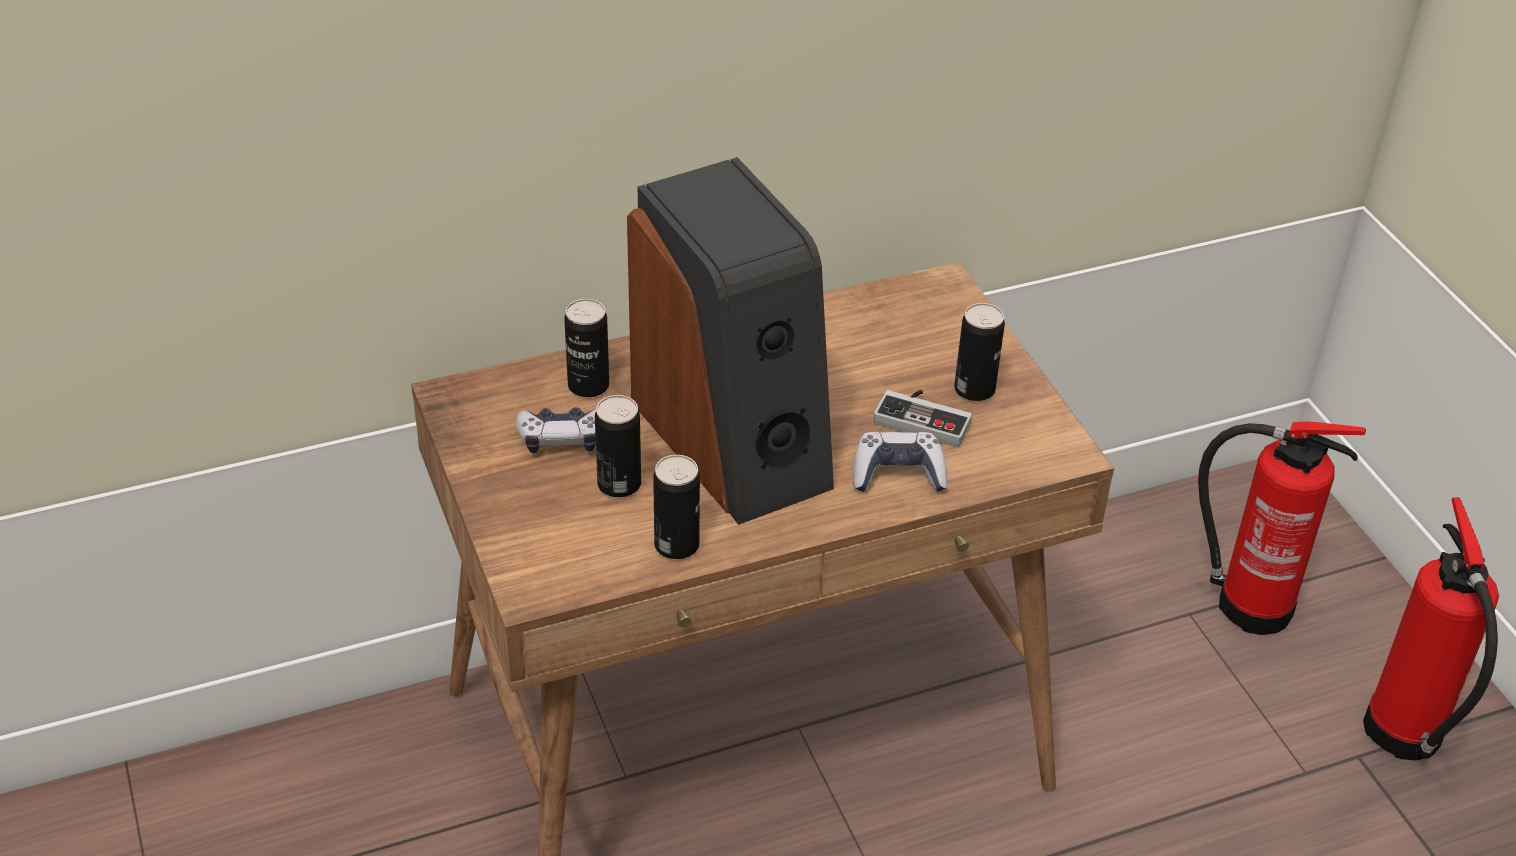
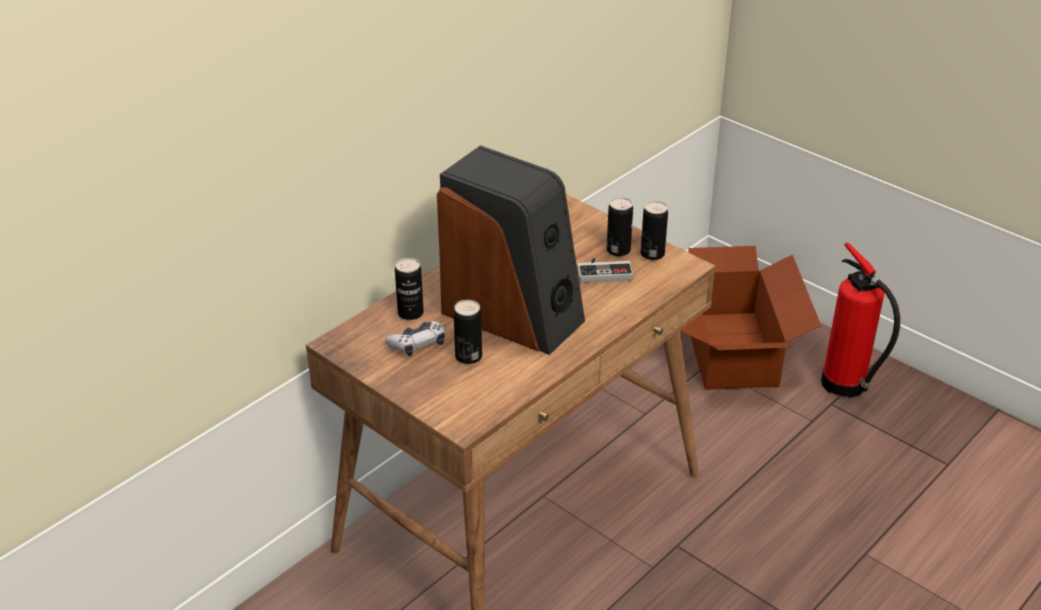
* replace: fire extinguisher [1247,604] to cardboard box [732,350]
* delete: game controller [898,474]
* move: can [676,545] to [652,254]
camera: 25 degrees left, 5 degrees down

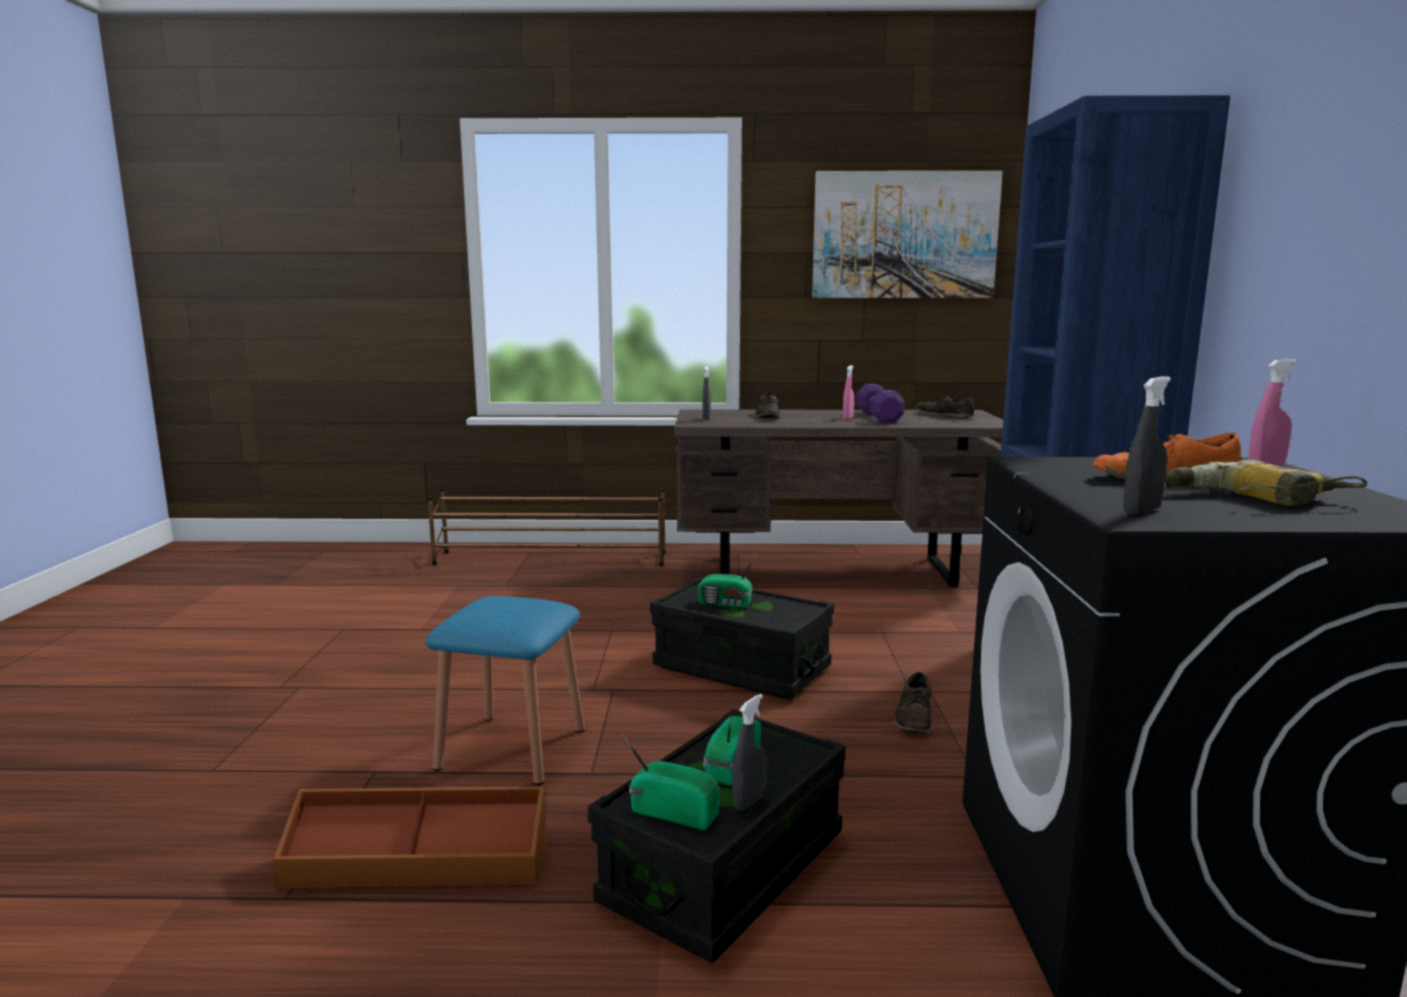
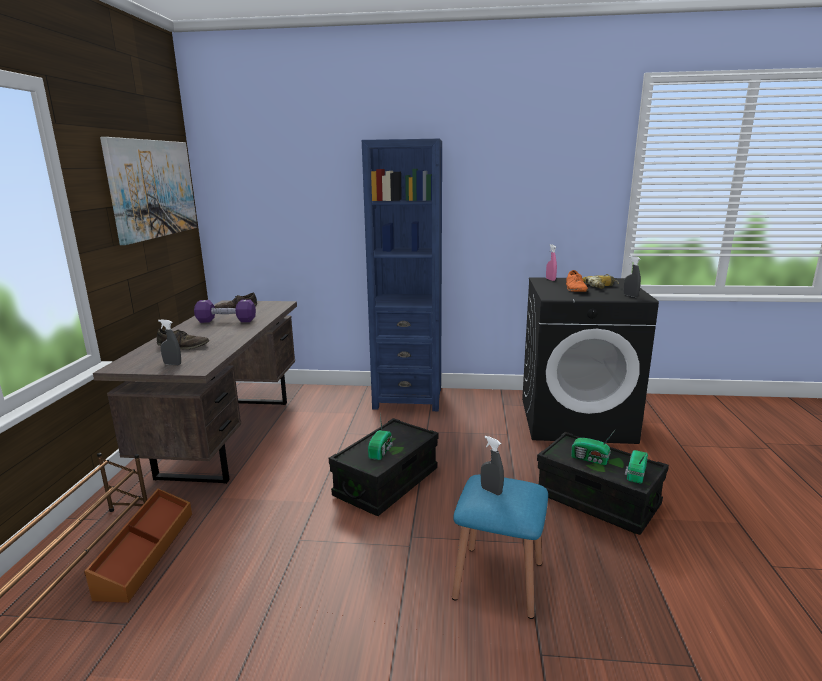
* delete: spray bottle (pink) [848,418]
* delete: shoe (brown) [914,717]
* move: spray bottle (grey) [749,802] to [491,491]
* move: storage box (brown) [418,862] to [145,553]
camera: 85 degrees left, 5 degrees up

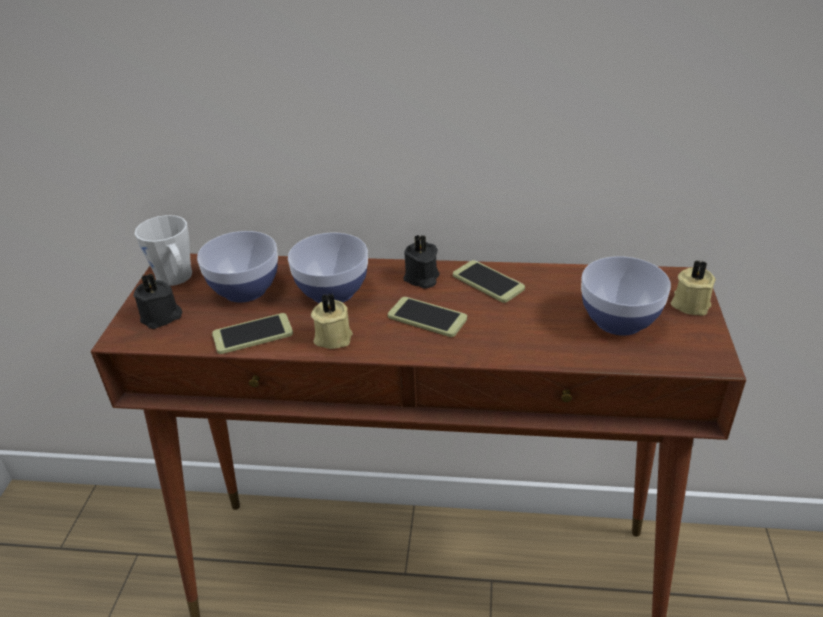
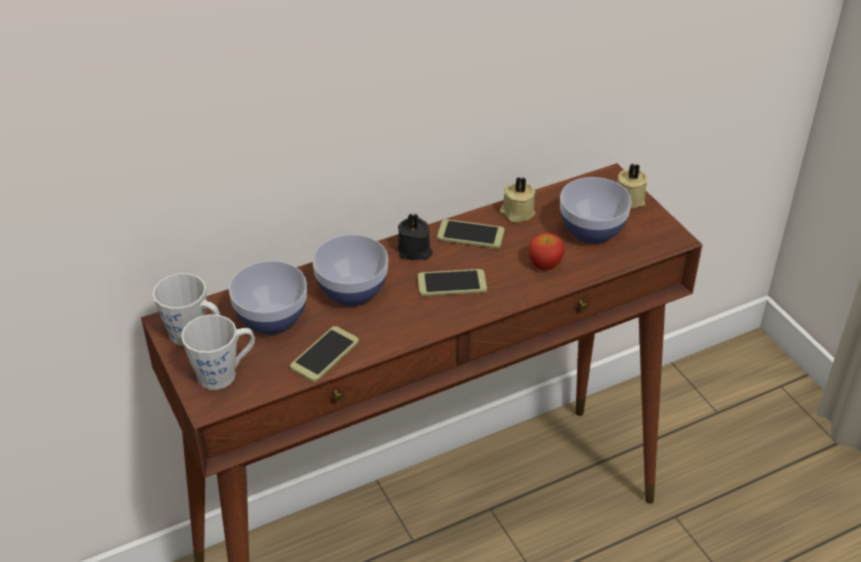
* replace: candle (black) [162,317] to mug (grey) [224,373]
* move: candle (beige) [332,337] to [517,212]
* insert: apple [545,264]
camera: 35 degrees left, 5 degrees up

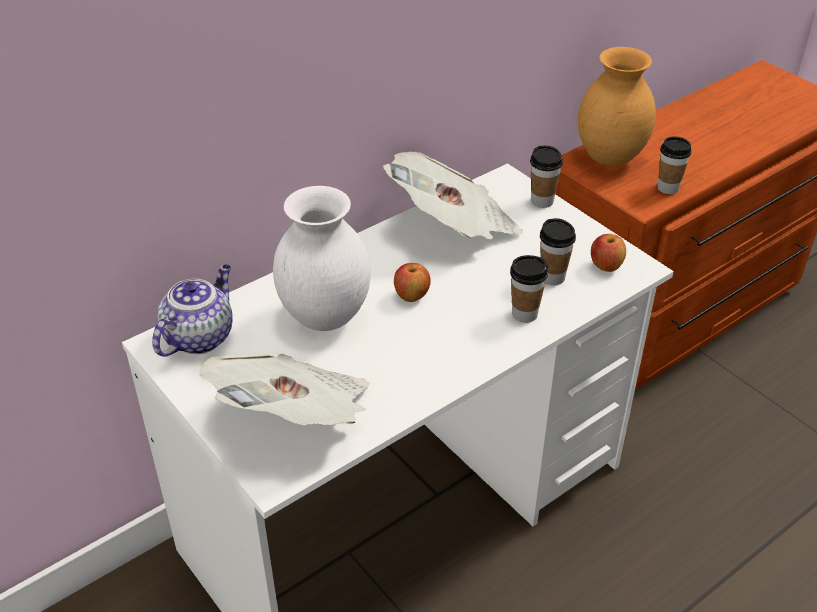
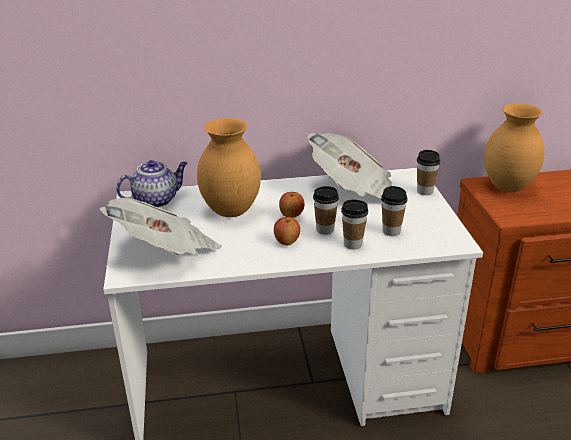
* move: cup [668,188] to [325,229]
* recolor: vase (white) [326,317] to vase (brown) [232,211]
* move: apple [605,266] to [286,242]
camera: 30 degrees right, 10 degrees down

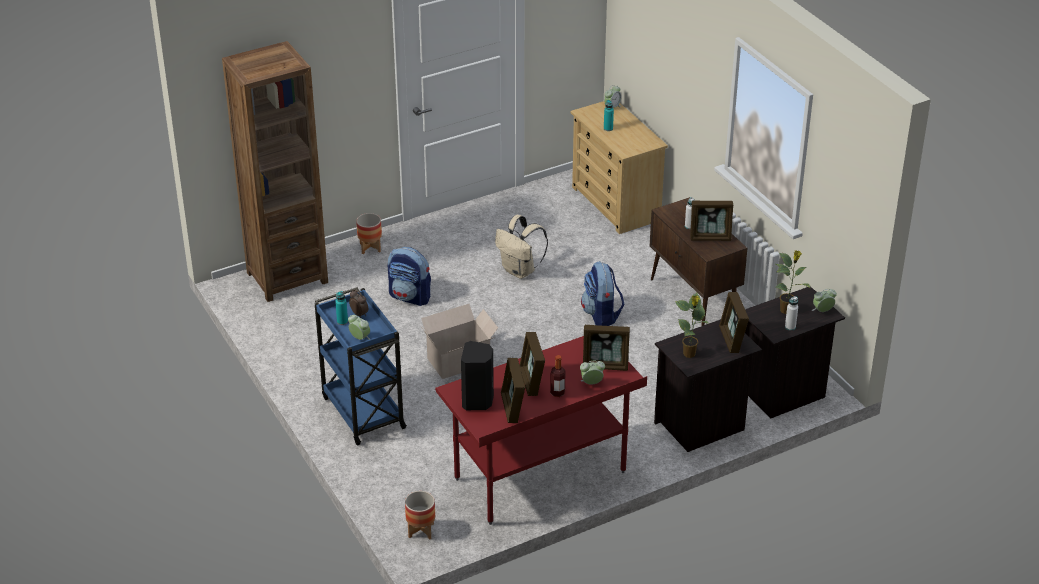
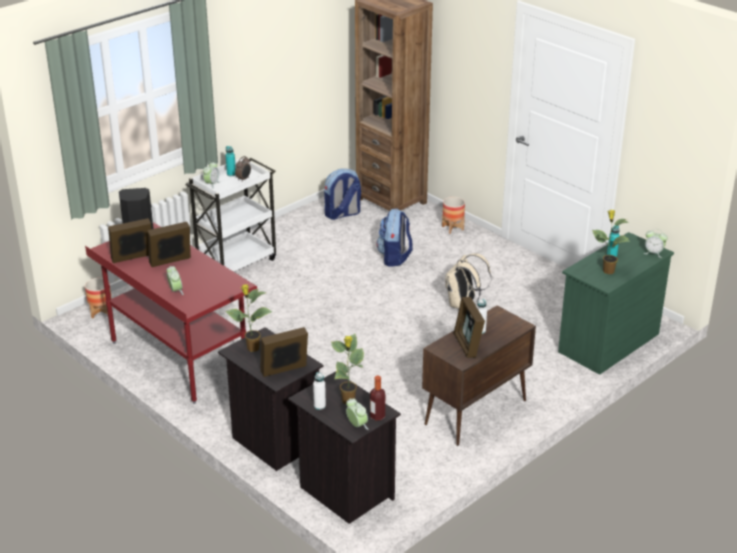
* recolor: dresser (beige) [616,204] to dresser (green) [608,343]
* move: backpack [601,315] to [342,214]
* recolor: cart (blue) [362,411] to cart (white) [236,262]
* delete: cardboard box [460,361]
* delete: picture frame [605,365]
* move: bottle [557,393] to [377,416]
* insert: potted plant [607,271]
camera: 75 degrees right, 5 degrees down

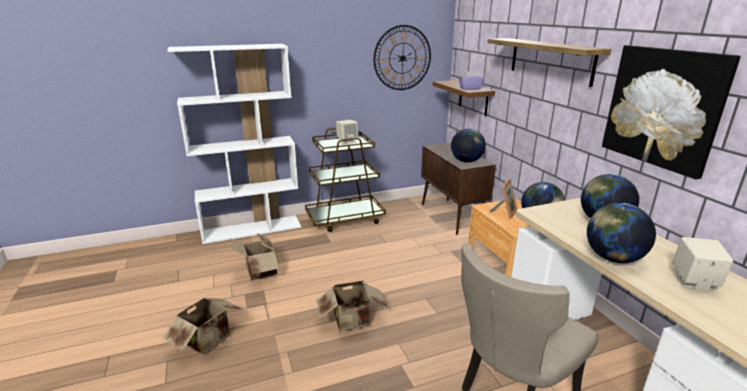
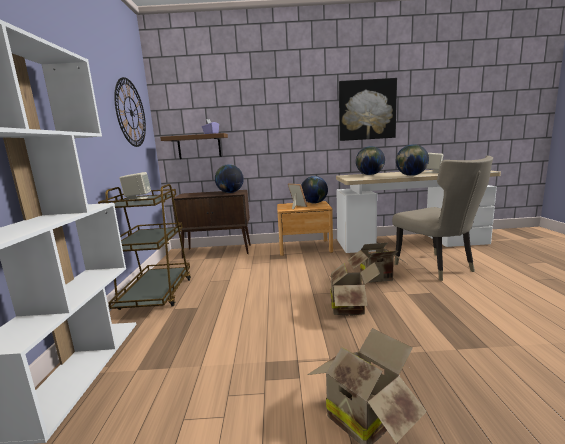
* delete: shelf [550,60]
* move: cardboard box [259,272] to [378,278]
camera: 70 degrees left, 10 degrees down

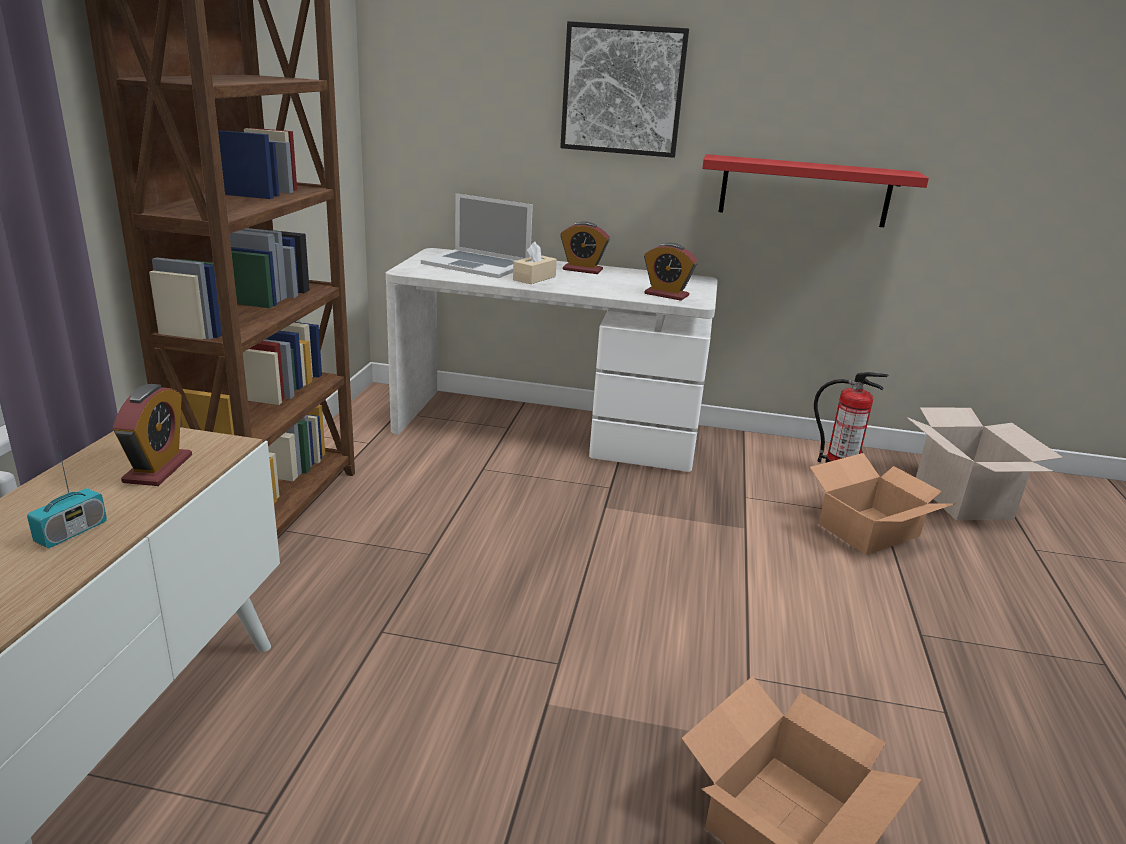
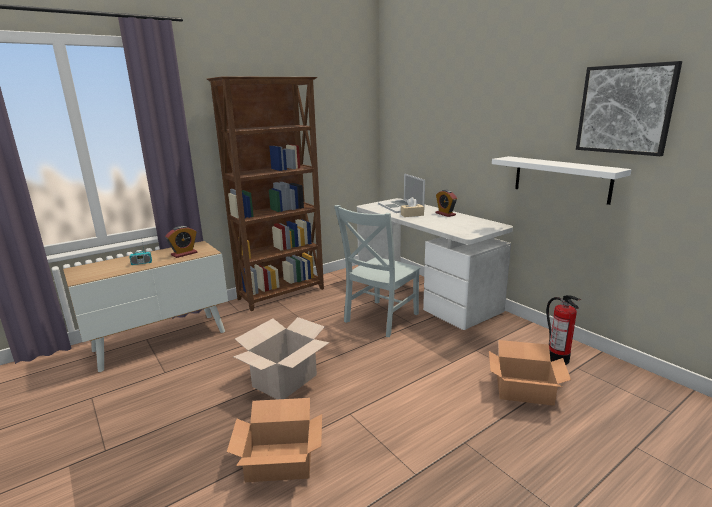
* move: picture [623,90] to [625,109]
* recolor: shelf (red) [804,191] to shelf (white) [561,179]
* delete: alarm clock [666,295]
* move: cardboard box [961,499] to [284,380]
* insert: chair (grey) [379,319]
camera: 45 degrees right, 5 degrees down

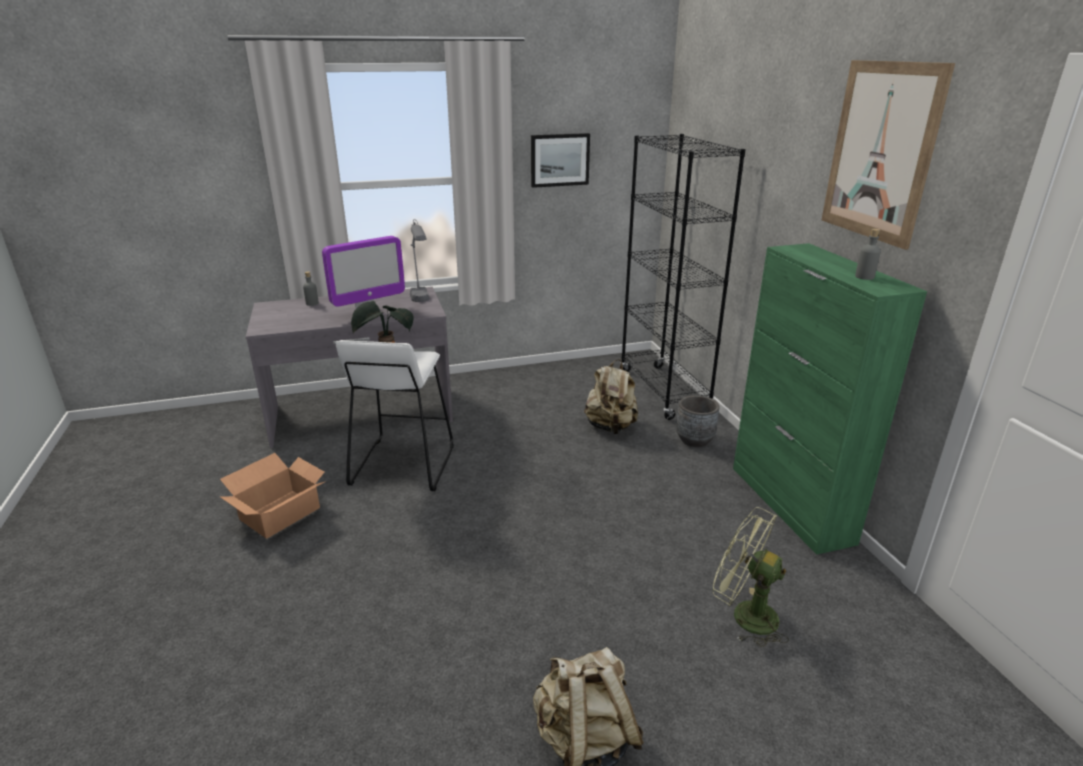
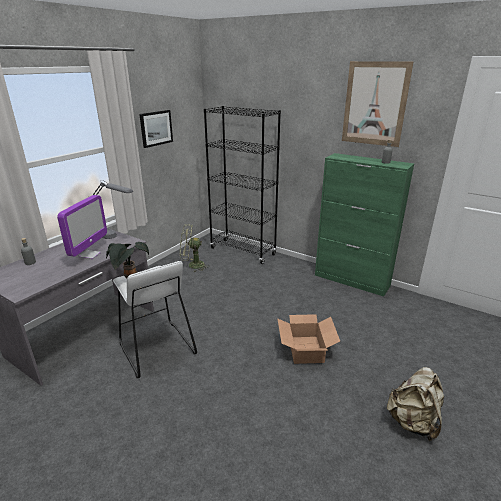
* delete: backpack (beige) [610,427]
* delete: planter (grey) [694,440]
* move: cardboard box [281,513] to [306,349]
* move: fan (green) [744,615] to [192,265]
camera: 40 degrees left, 0 degrees up

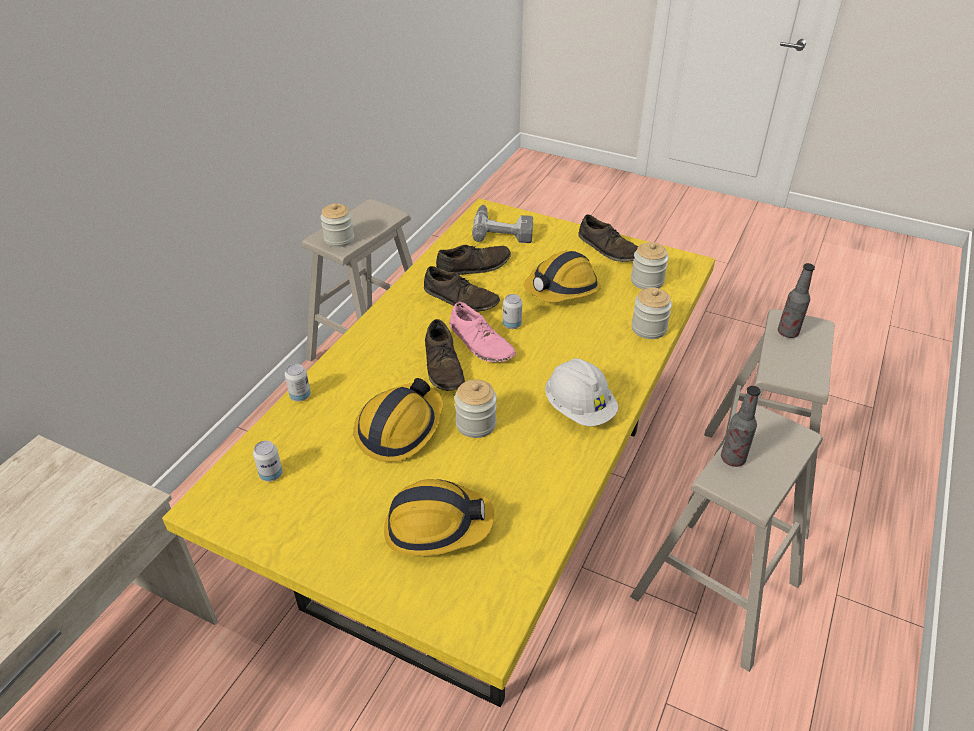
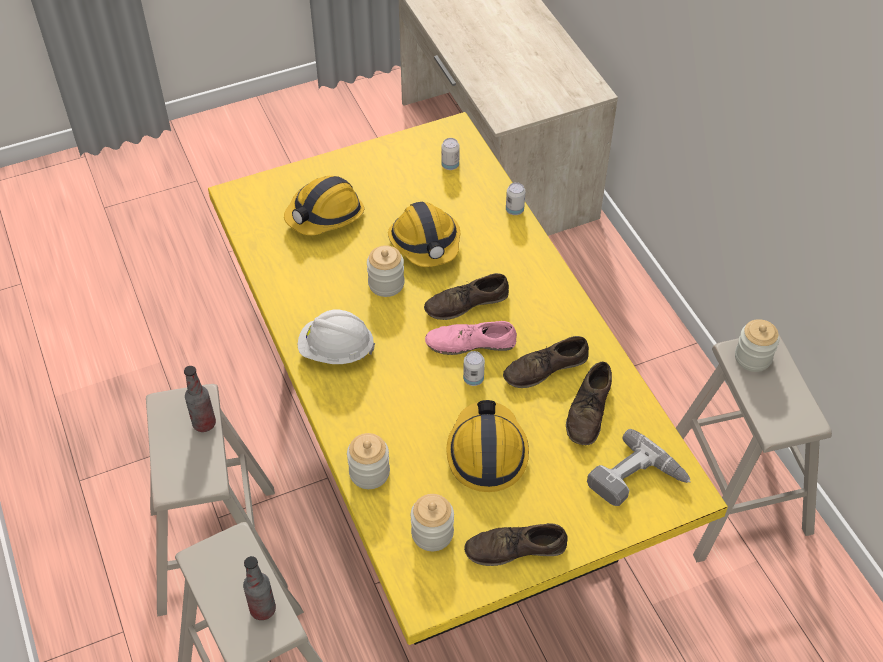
* rotate: shoe (brown) [443,366] = [466,303] 45 degrees counterclockwise
camera: 130 degrees right, 10 degrees up

